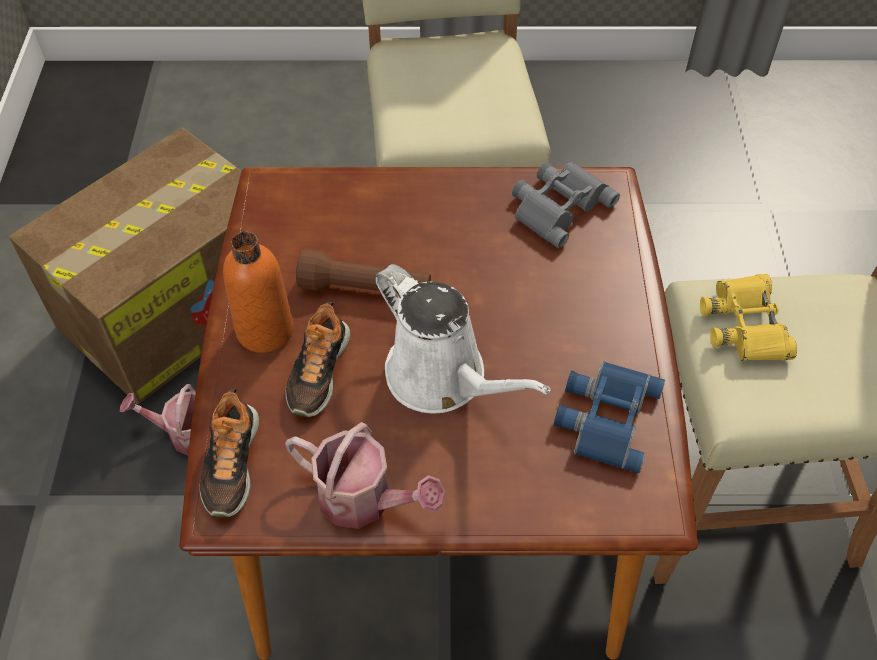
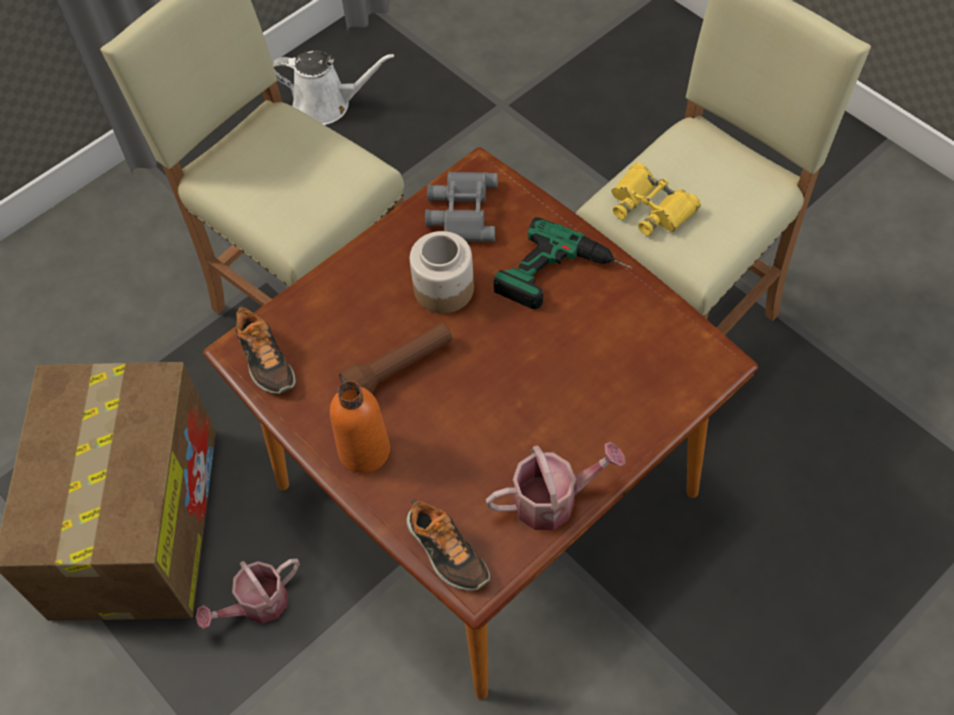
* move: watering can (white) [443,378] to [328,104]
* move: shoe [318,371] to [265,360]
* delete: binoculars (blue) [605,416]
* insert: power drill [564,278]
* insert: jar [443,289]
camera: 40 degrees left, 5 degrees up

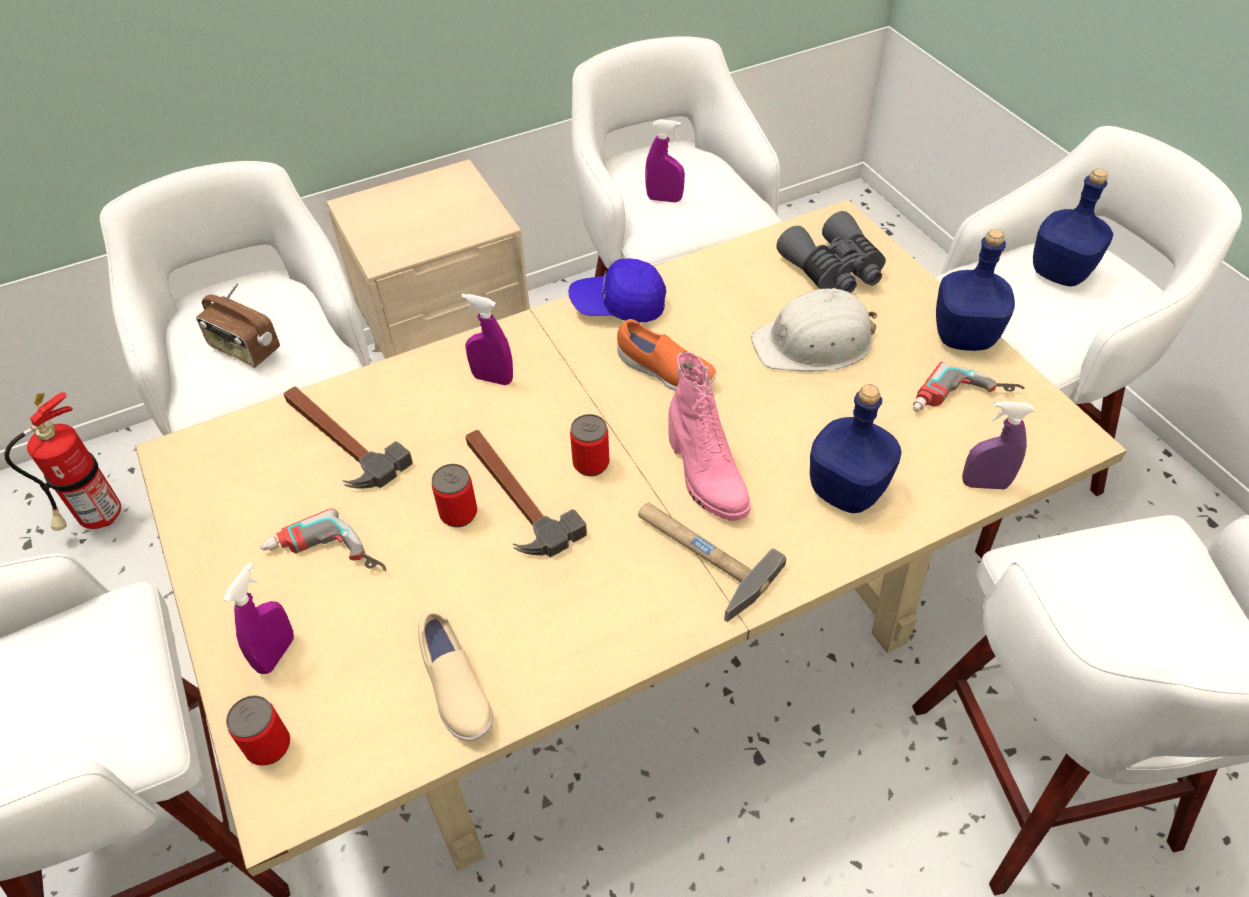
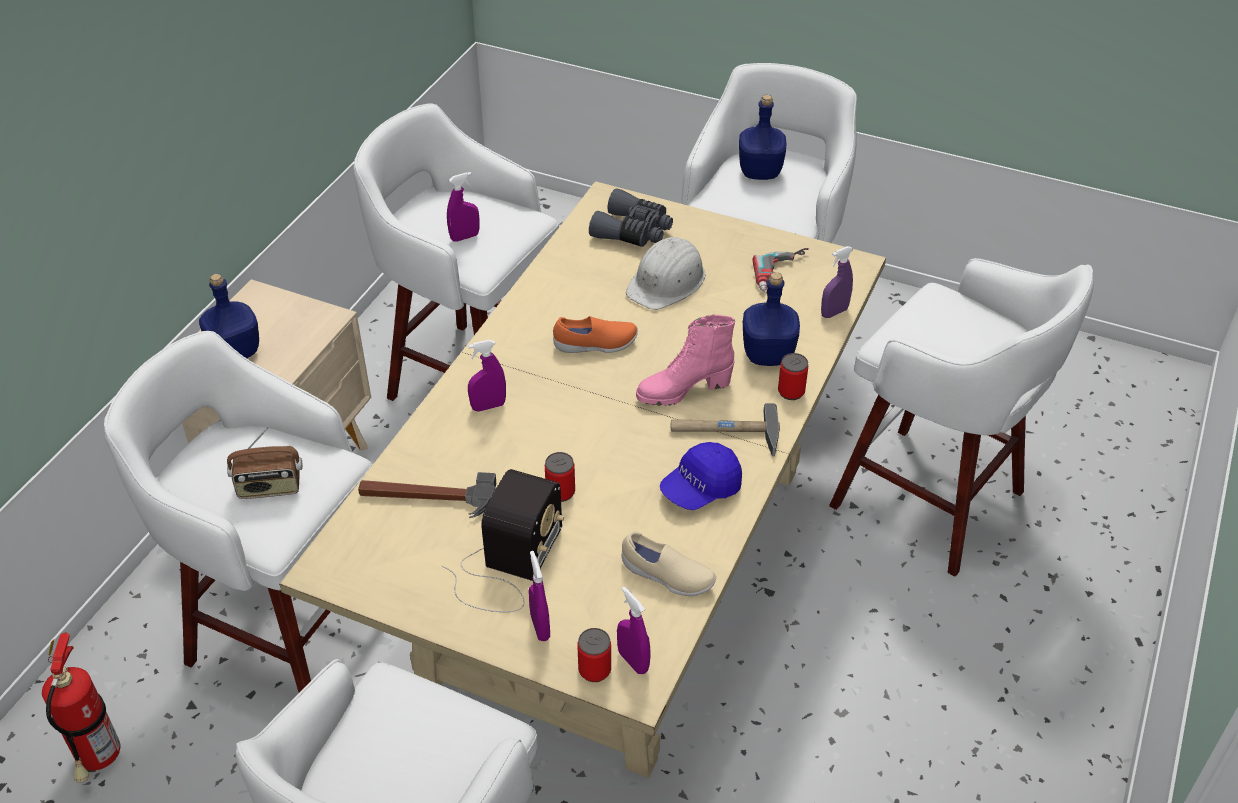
* move: bottle (blue) [963,335] to [235,351]
* move: cap (blue) [618,306] to [701,489]
* rotate: boot (pink) [704,476] = [683,390] 135 degrees clockwise
* move: can [591,463] to [791,391]
* delete: hammer [513,495]
* replace: power drill [324,561] to radio [507,565]
* insert: spray bottle (purple) [633,661]
camera: 40 degrees left, 5 degrees down

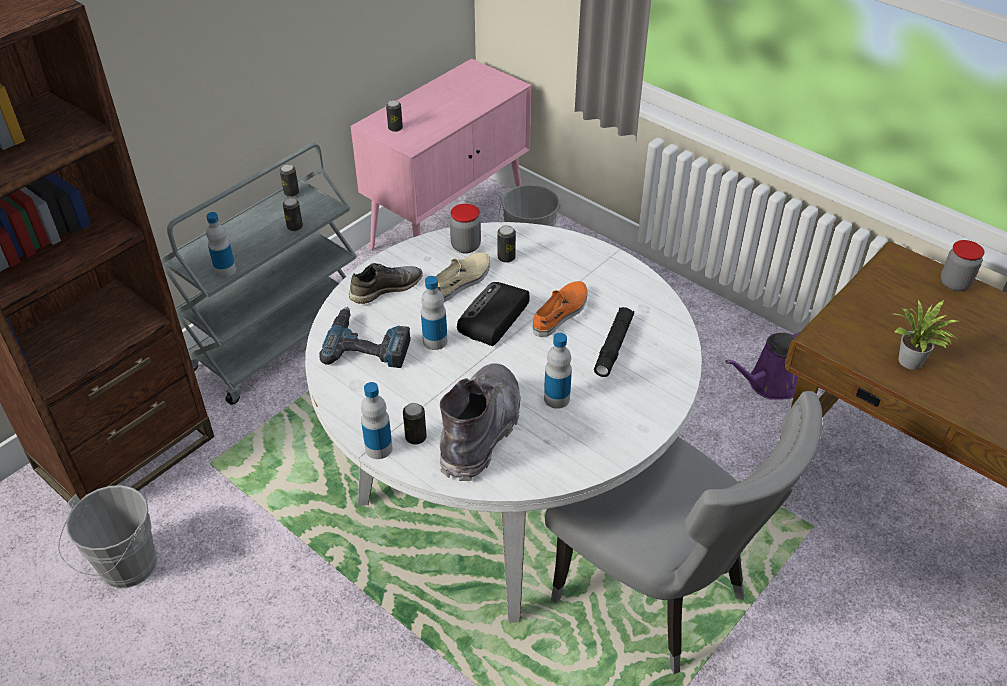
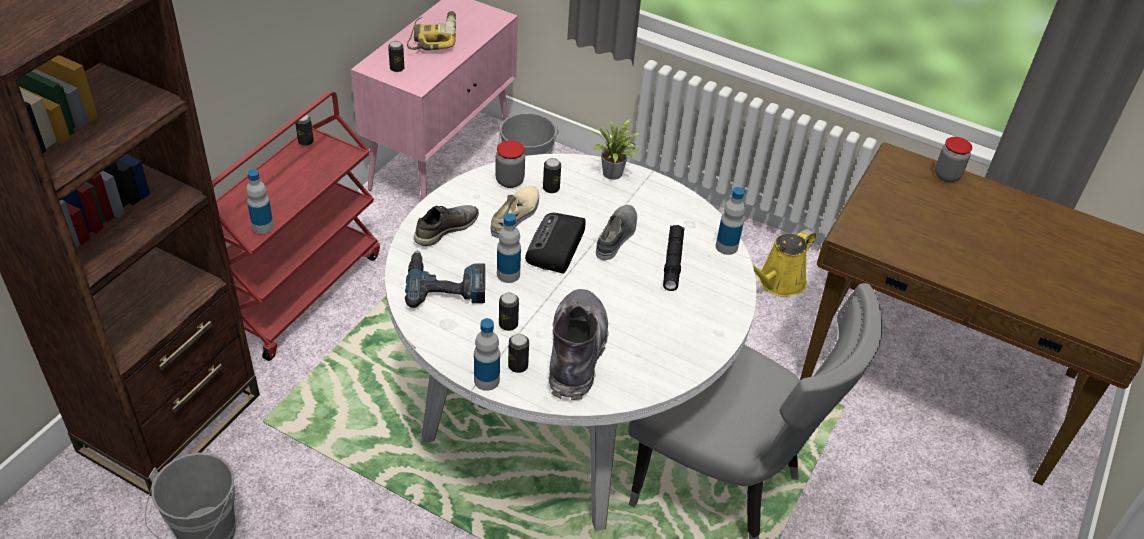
* recolor: cart (grey) [278,340] to cart (red) [298,290]
* move: can [295,227] to [508,324]
* recolor: shoe (orange) [561,313] to shoe (grey) [616,236]
* move: potted plant [911,363] to [613,175]
* recolor: watering can (purple) [770,384] to watering can (yellow) [778,282]
* move: bottle [556,398] to [726,247]
* insert: power drill [433,37]
camera: 15 degrees left, 0 degrees up

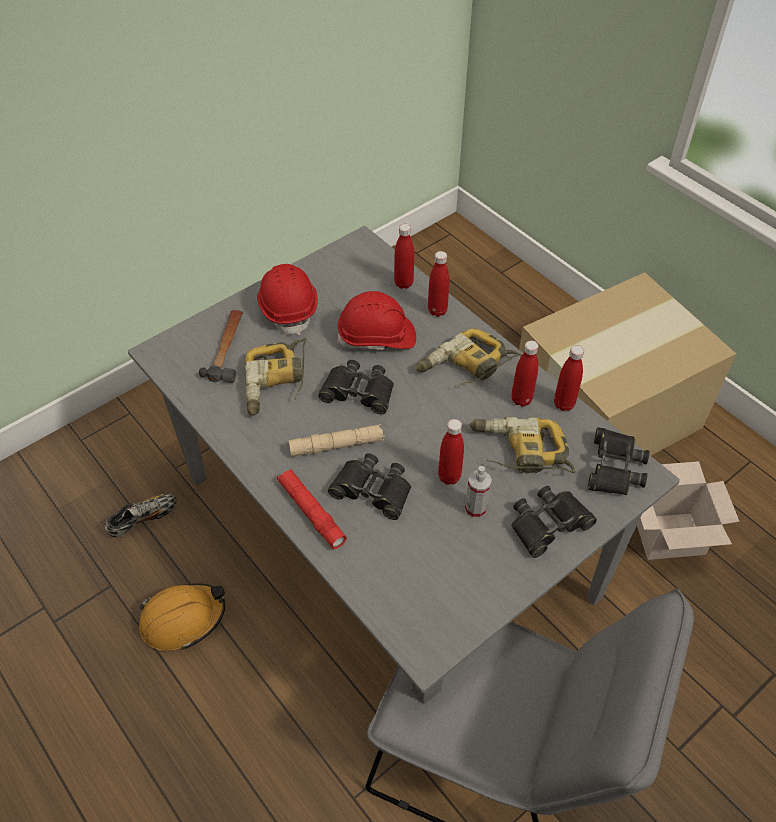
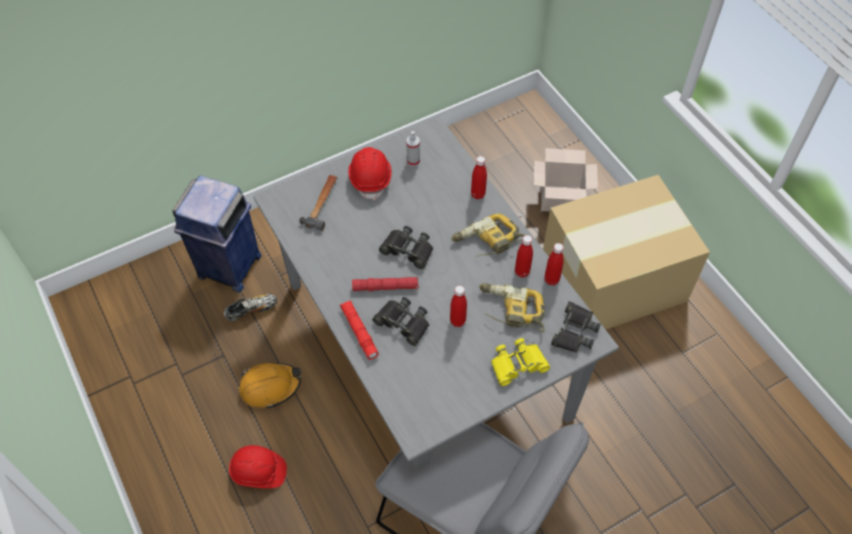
* delete: bottle (red) [403,283]
* move: hard hat (red) [377,337] to [258,472]
* delete: power drill [277,383]
* recolor: flashlight (beige) [337,445] to flashlight (red) [385,287]
* move: cardboard box [670,535] to [561,198]
* move: spray bottle [475,509] to [413,161]
* recolor: binoculars (black) [548,524] to binoculars (yellow) [517,365]
* insert: trash can (blue) [229,267]
camera: 10 degrees right, 5 degrees up

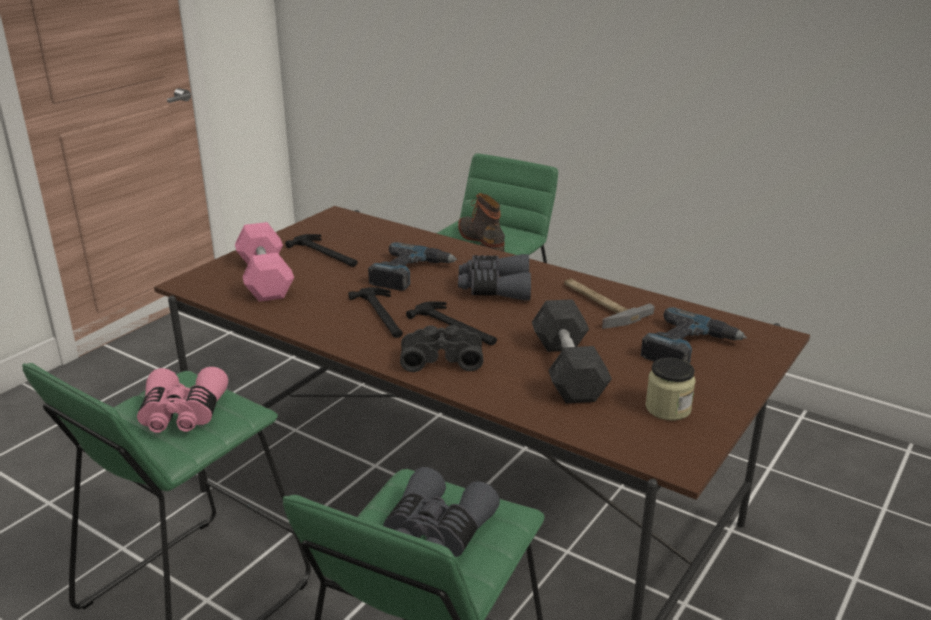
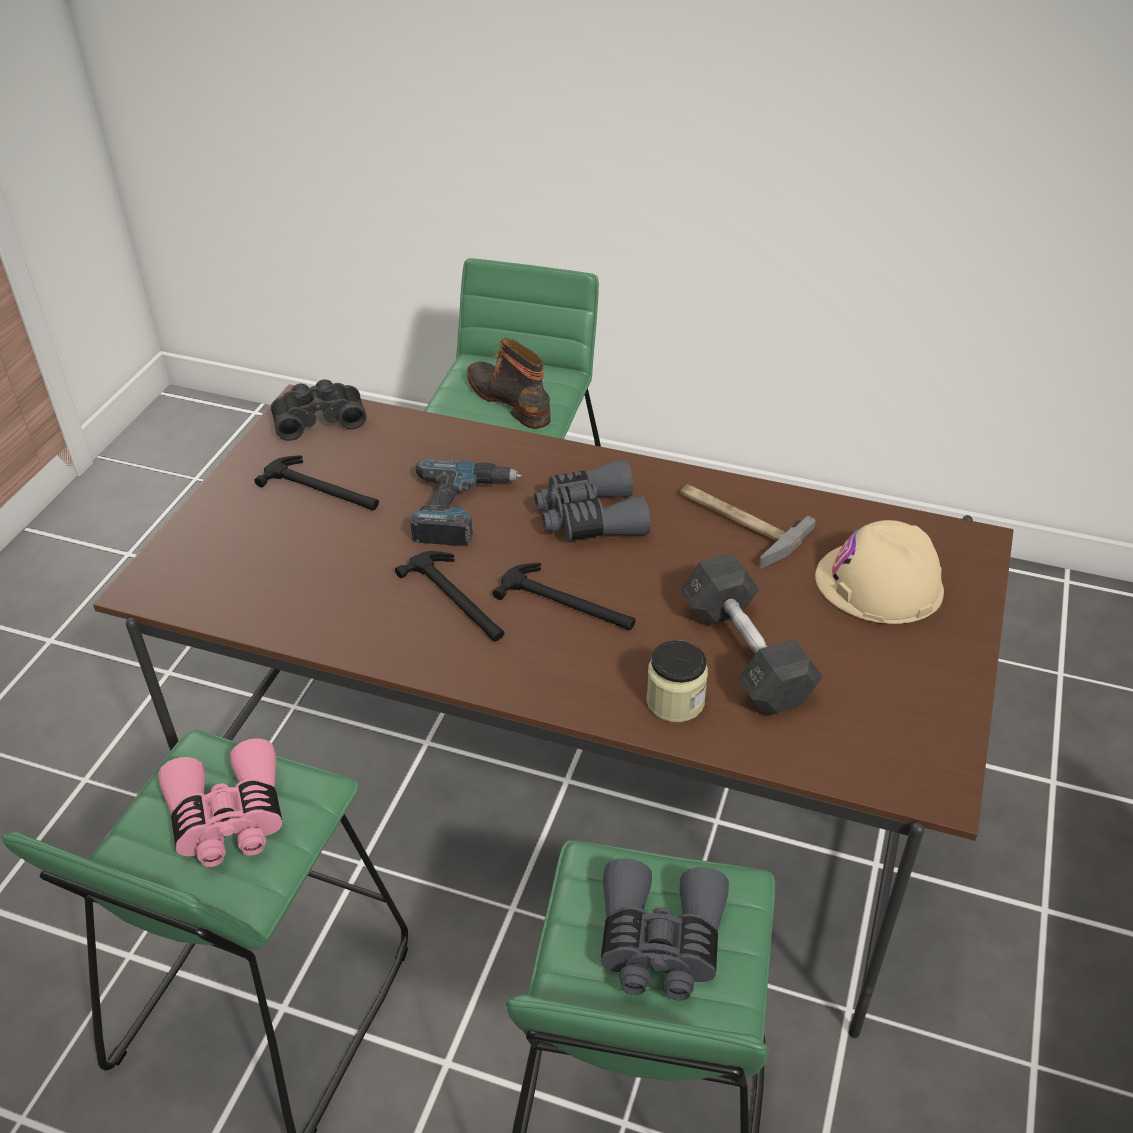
* delete: dumbbell (pink) [265,278]
* replace: power drill [688,348] to hard hat (beige) [879,583]
* move: binoculars (black) [441,358] to [319,418]
* move: jar [668,408] to [675,701]
camera: 15 degrees left, 15 degrees up

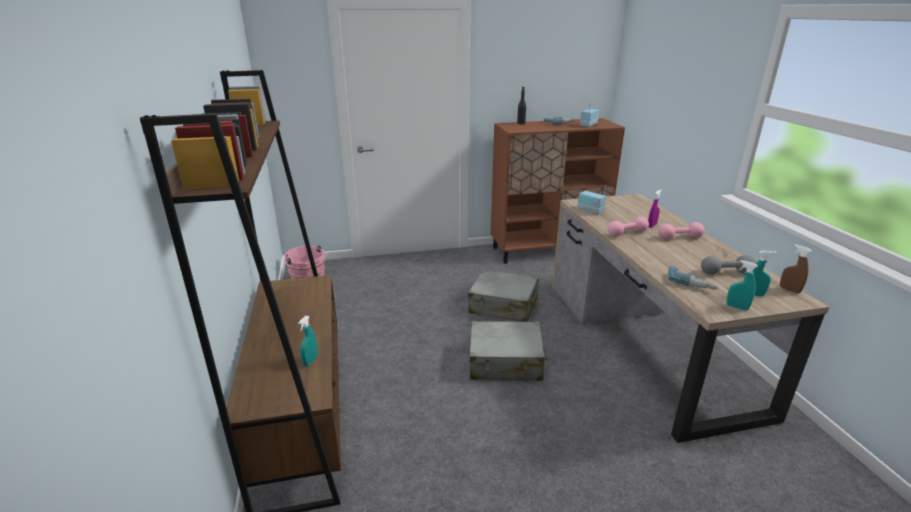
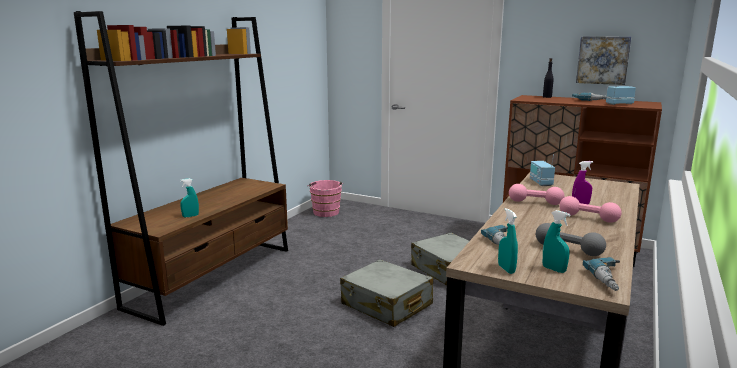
* replace: spray bottle (brown) [789,290] to power drill [612,280]
* insert: picture [603,60]
camera: 40 degrees right, 10 degrees down

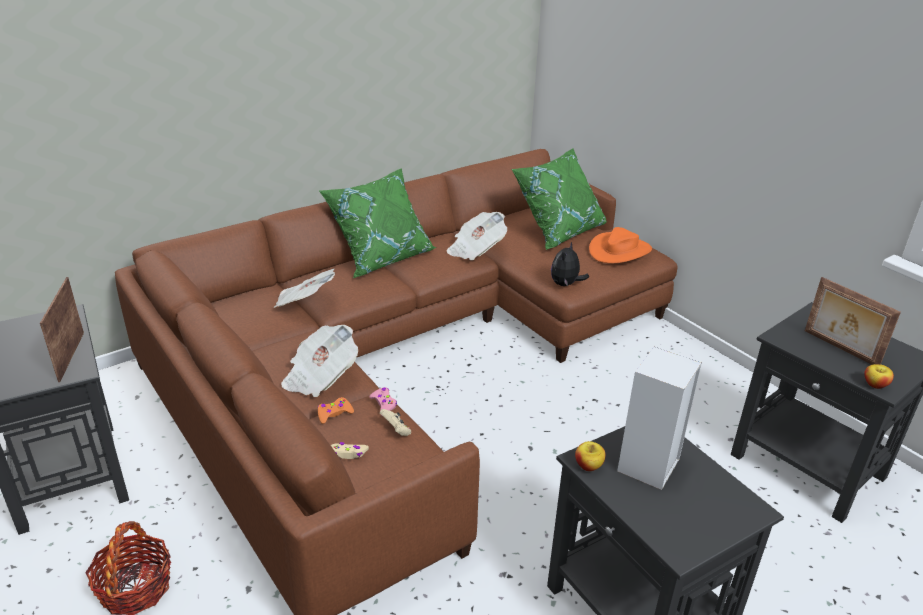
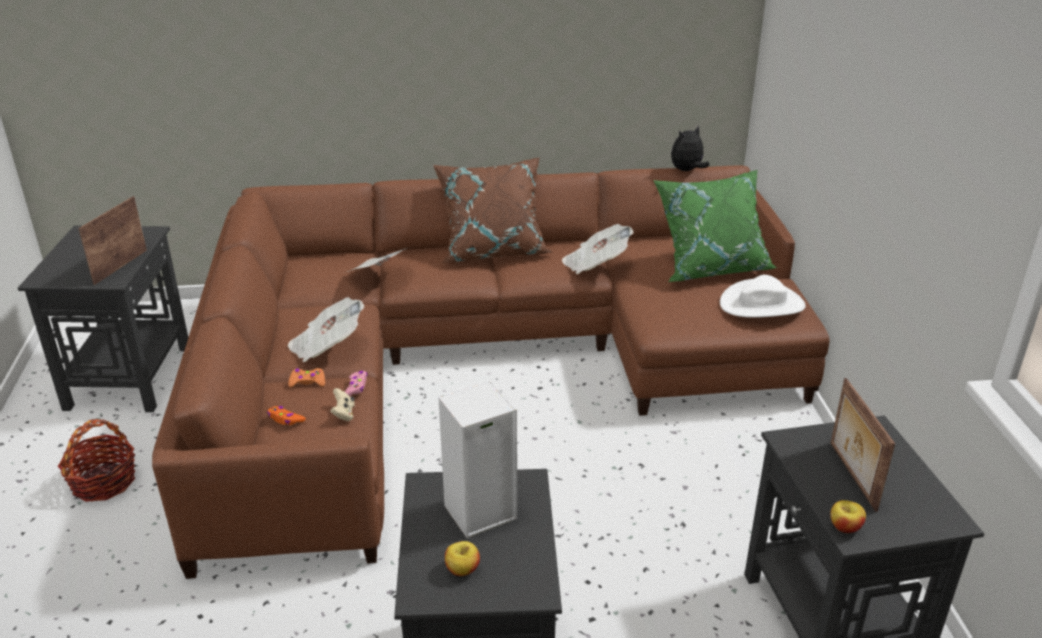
* recolor: pillow (green) [381,257] to pillow (brown) [493,249]
* recolor: hat (orange) [619,250] to hat (white) [762,304]
* move: plush toy [565,284] to [687,170]
* move: apple [588,466] to [462,569]
* recolor: game controller (beige) [349,453] to game controller (orange) [285,419]
camera: 30 degrees right, 0 degrees up

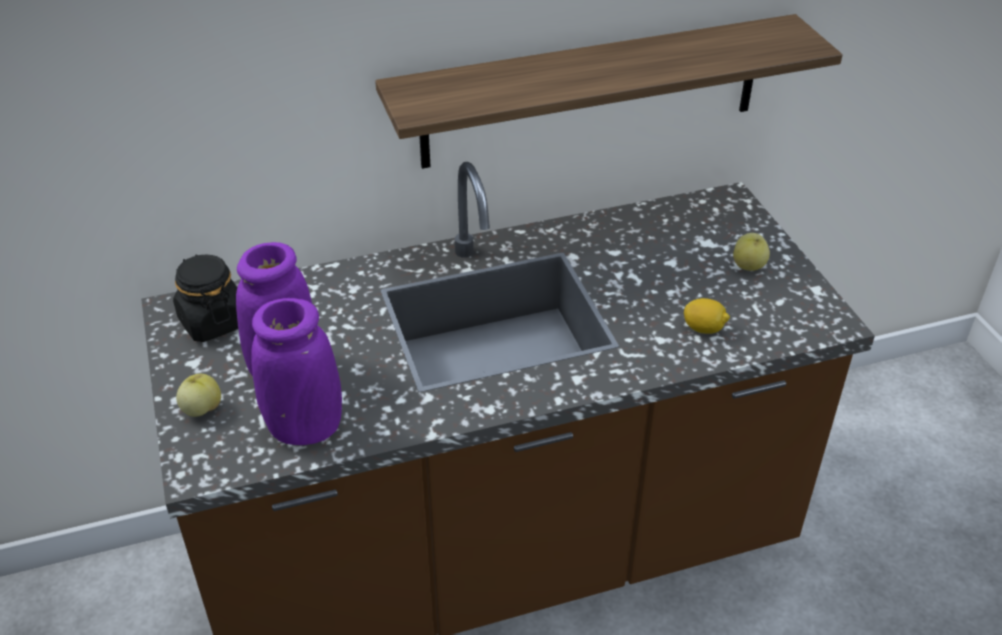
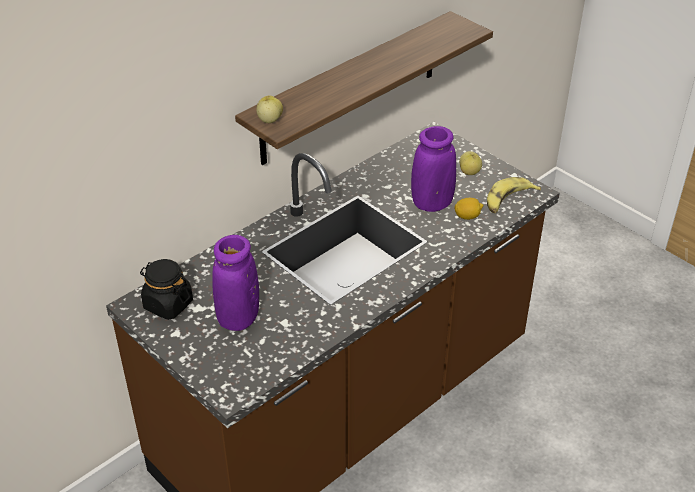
* move: vase (purple) [304,428] to [432,204]
* move: apple [202,409] to [269,120]
* insert: banana [508,201]
camera: 25 degrees left, 0 degrees up

